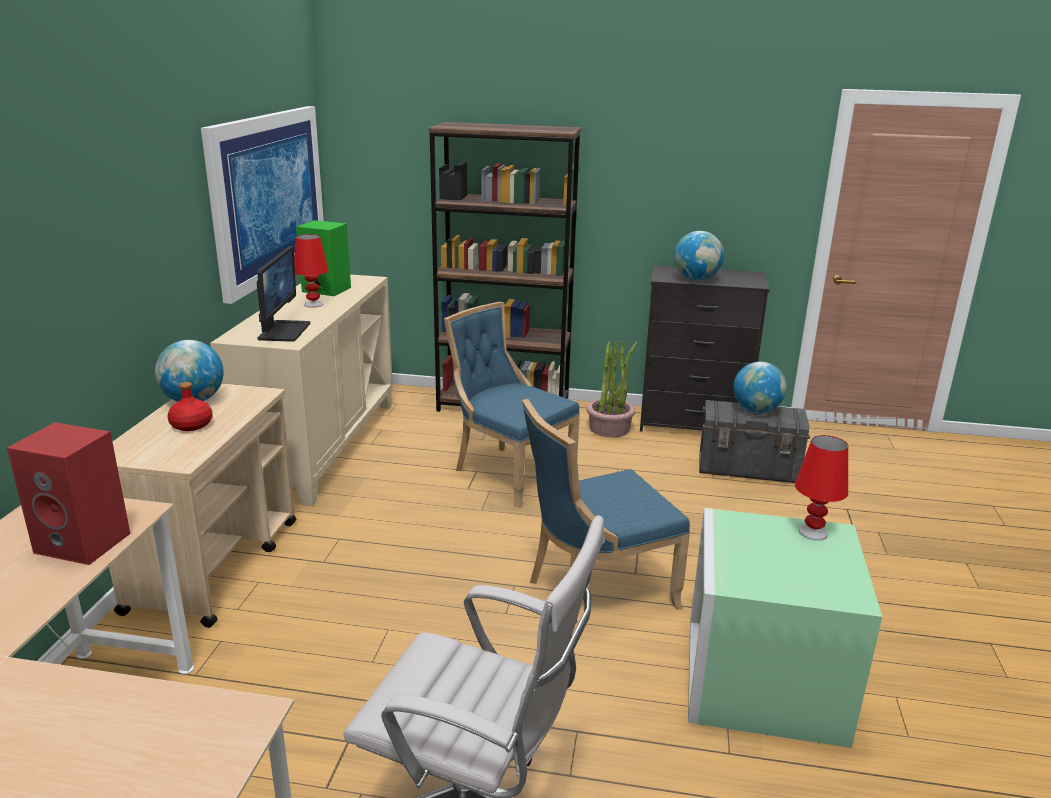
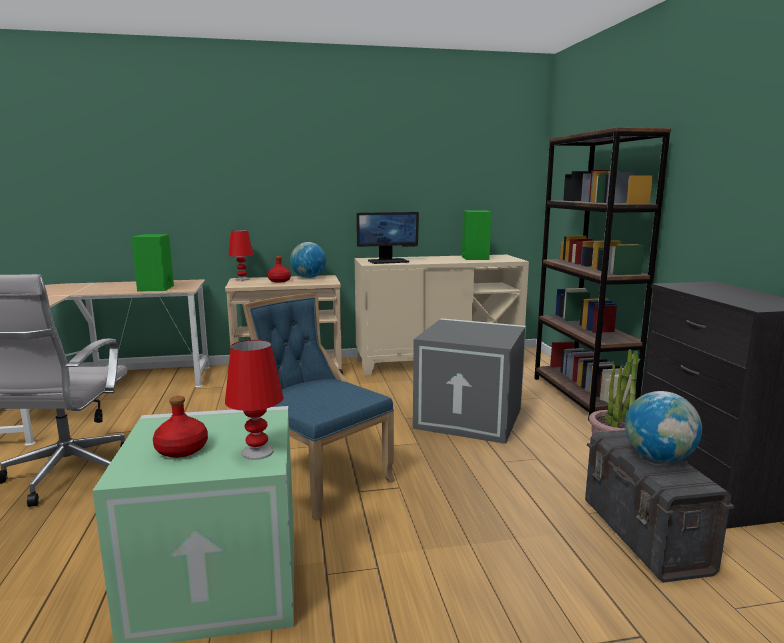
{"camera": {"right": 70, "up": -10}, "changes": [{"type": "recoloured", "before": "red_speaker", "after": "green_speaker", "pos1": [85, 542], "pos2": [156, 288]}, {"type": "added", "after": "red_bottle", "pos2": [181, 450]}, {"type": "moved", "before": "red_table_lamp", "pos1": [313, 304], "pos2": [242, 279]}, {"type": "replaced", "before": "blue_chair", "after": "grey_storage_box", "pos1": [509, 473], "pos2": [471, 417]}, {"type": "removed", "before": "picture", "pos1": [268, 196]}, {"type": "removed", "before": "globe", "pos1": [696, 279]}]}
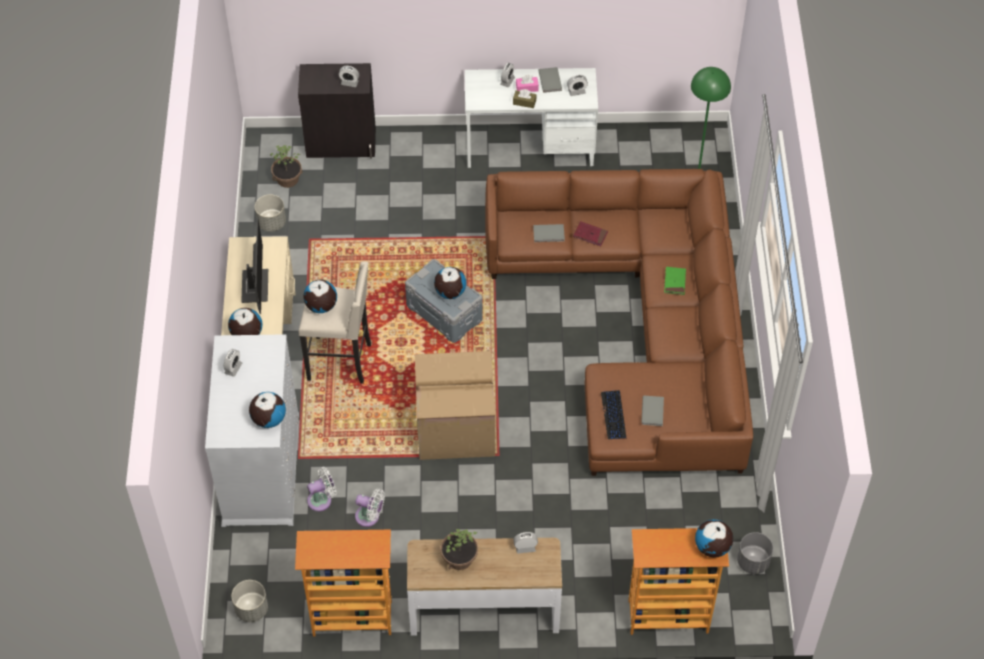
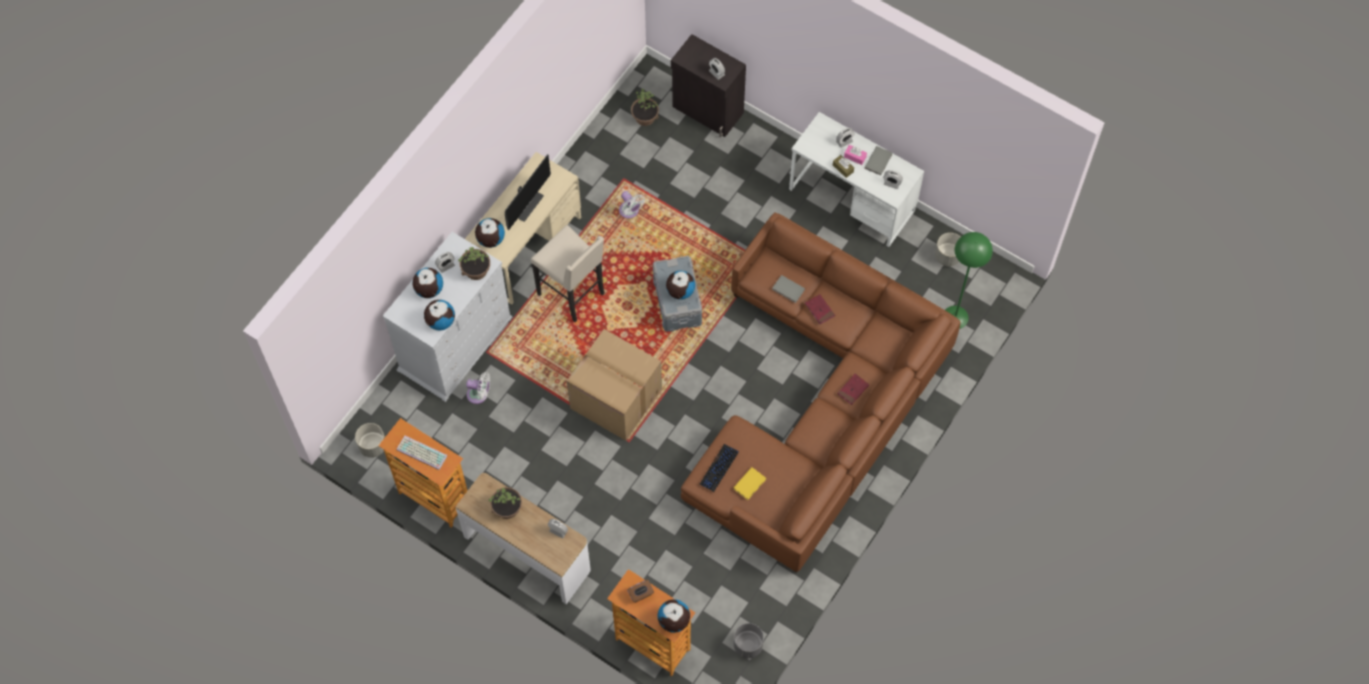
{"camera": {"right": 35, "up": 10}, "changes": [{"type": "added", "after": "keyboard", "pos2": [420, 453]}, {"type": "moved", "before": "globe", "pos1": [321, 306], "pos2": [429, 290]}, {"type": "added", "after": "potted_plant", "pos2": [476, 270]}, {"type": "moved", "before": "white_fan", "pos1": [369, 517], "pos2": [630, 212]}, {"type": "added", "after": "brown_tissue_box", "pos2": [641, 594]}, {"type": "recoloured", "before": "grey_book", "after": "yellow_book", "pos1": [653, 411], "pos2": [750, 484]}, {"type": "recoloured", "before": "green_book", "after": "red_book", "pos1": [674, 282], "pos2": [853, 390]}, {"type": "moved", "before": "grey_planter", "pos1": [271, 223], "pos2": [947, 256]}]}
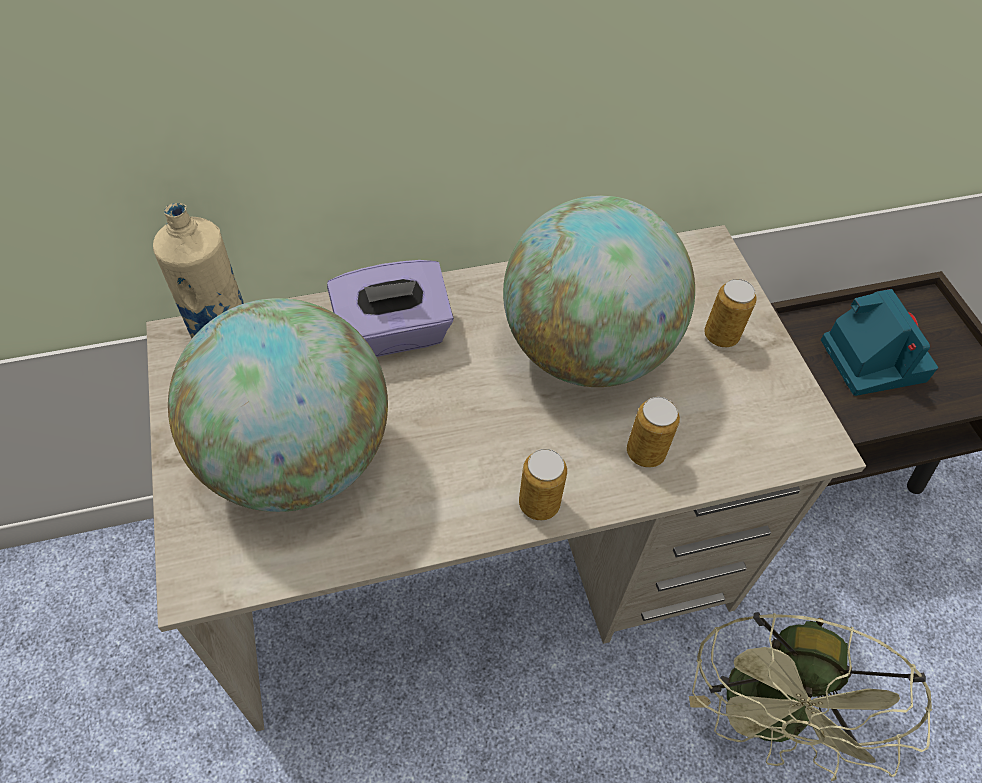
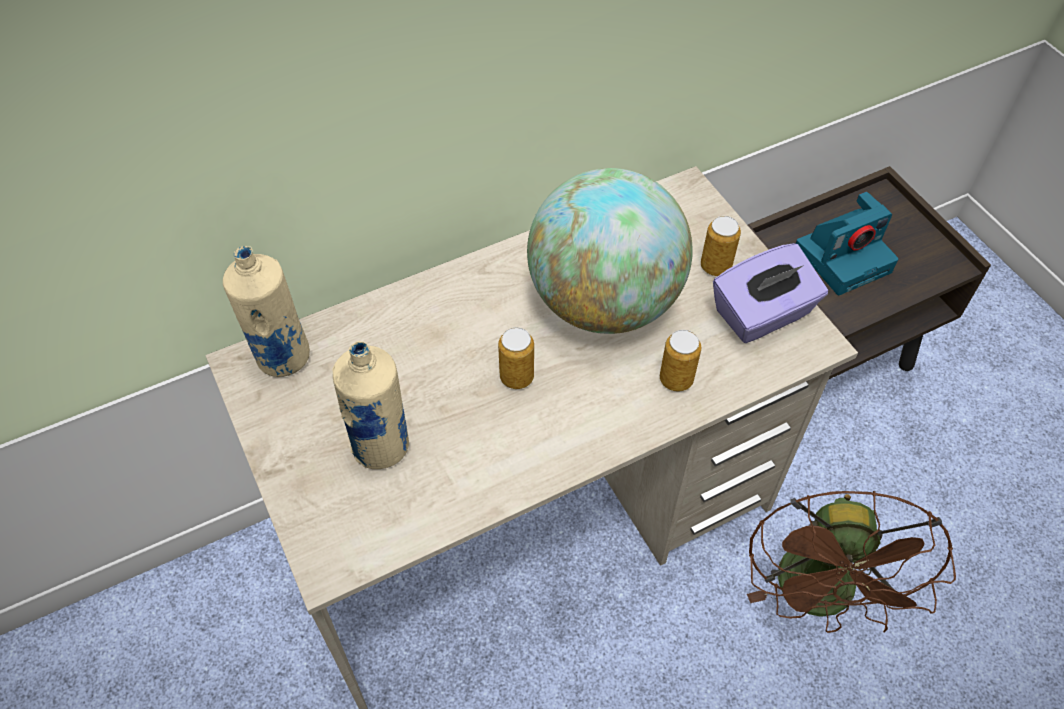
{"camera": {"right": -10, "up": 0}, "changes": [{"type": "replaced", "before": "globe", "after": "beige_bottle", "pos1": [297, 459], "pos2": [381, 447]}, {"type": "moved", "before": "can", "pos1": [539, 504], "pos2": [516, 377]}, {"type": "moved", "before": "purple_tissue_box", "pos1": [393, 334], "pos2": [762, 314]}, {"type": "recoloured", "before": "green_fan", "after": "brown_fan", "pos1": [768, 720], "pos2": [820, 599]}, {"type": "turned", "before": "photo_camera", "pos1": [870, 358], "pos2": [844, 257], "turn": 90}]}
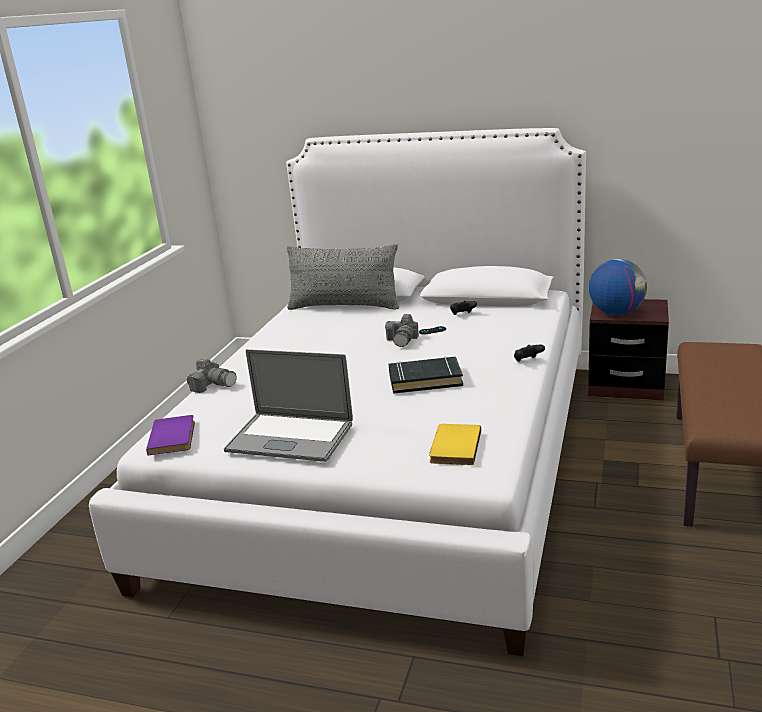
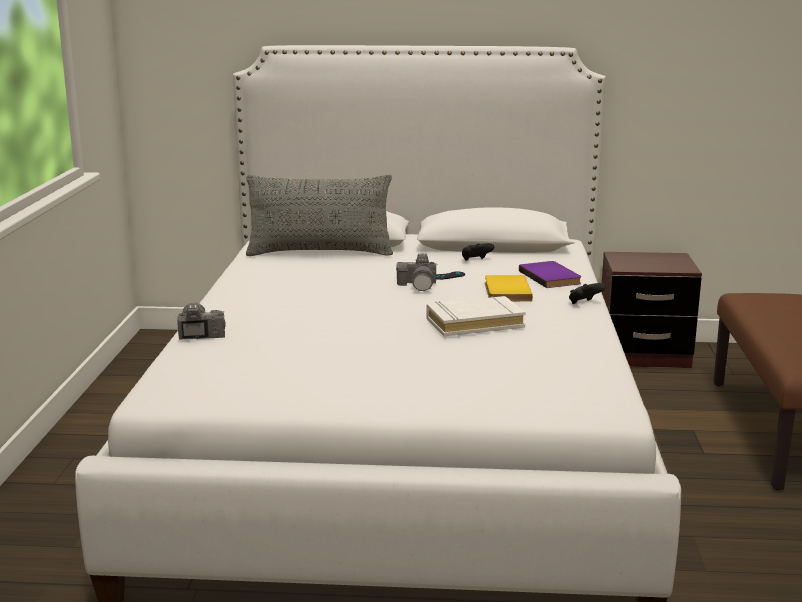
{"camera": {"right": -15, "up": -5}, "changes": [{"type": "turned", "before": "photo_camera", "pos1": [213, 385], "pos2": [198, 332], "turn": -120}, {"type": "recoloured", "before": "black_book", "after": "white_book", "pos1": [425, 380], "pos2": [474, 323]}, {"type": "moved", "before": "yellow_book", "pos1": [453, 447], "pos2": [505, 291]}, {"type": "moved", "before": "purple_book", "pos1": [174, 437], "pos2": [551, 277]}, {"type": "removed", "before": "laptop", "pos1": [290, 437]}, {"type": "removed", "before": "globe", "pos1": [616, 313]}]}
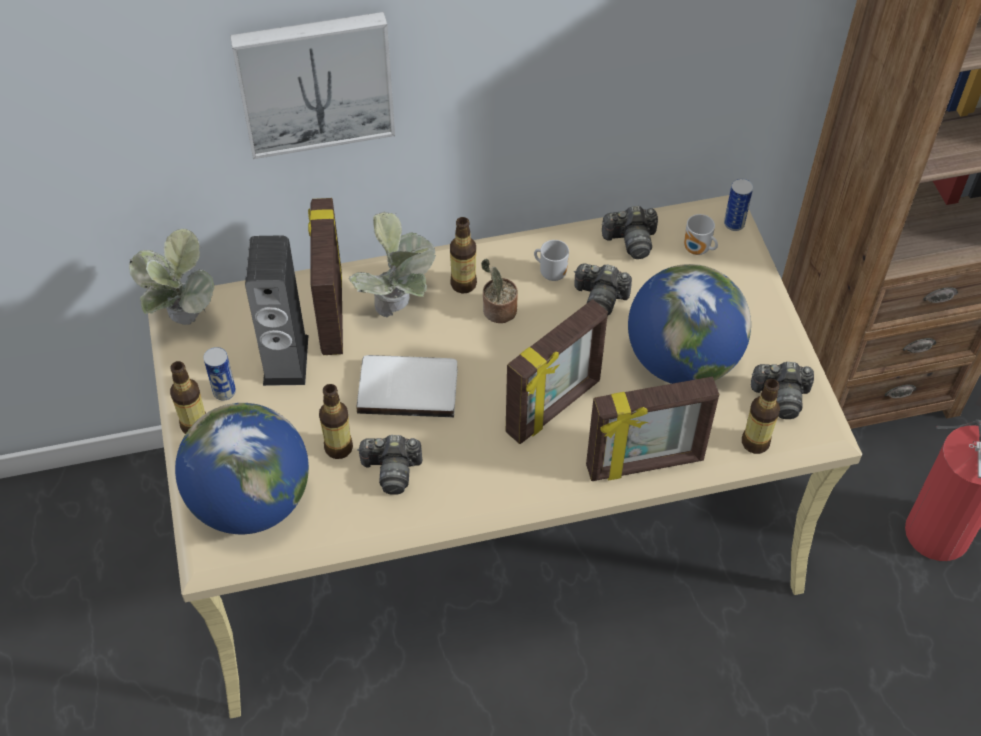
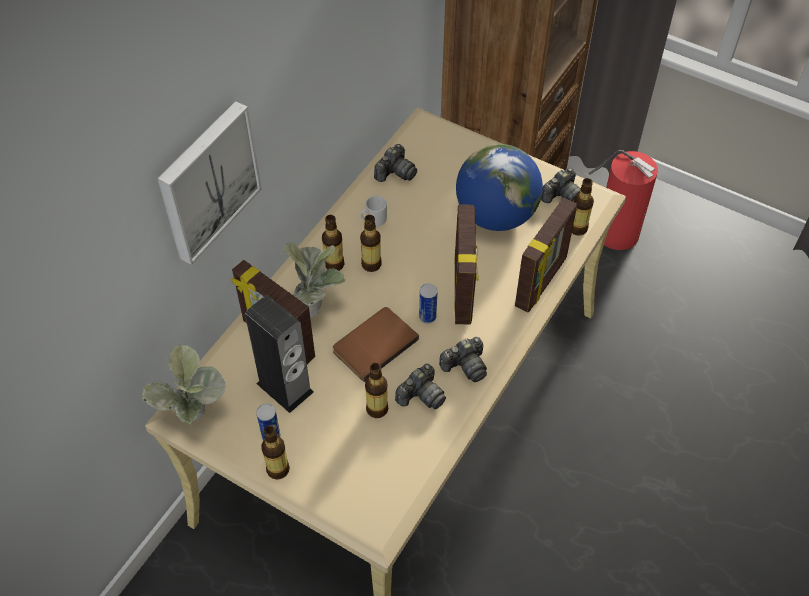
{"camera": {"right": -45, "up": 0}, "changes": [{"type": "recoloured", "before": "white_book", "after": "brown_book", "pos1": [408, 386], "pos2": [373, 344]}, {"type": "replaced", "before": "potted_plant", "after": "bottle", "pos1": [497, 311], "pos2": [371, 264]}, {"type": "moved", "before": "can", "pos1": [734, 224], "pos2": [427, 317]}, {"type": "moved", "before": "photo_camera", "pos1": [600, 298], "pos2": [465, 366]}, {"type": "removed", "before": "globe", "pos1": [251, 501]}, {"type": "removed", "before": "mug", "pos1": [697, 251]}]}
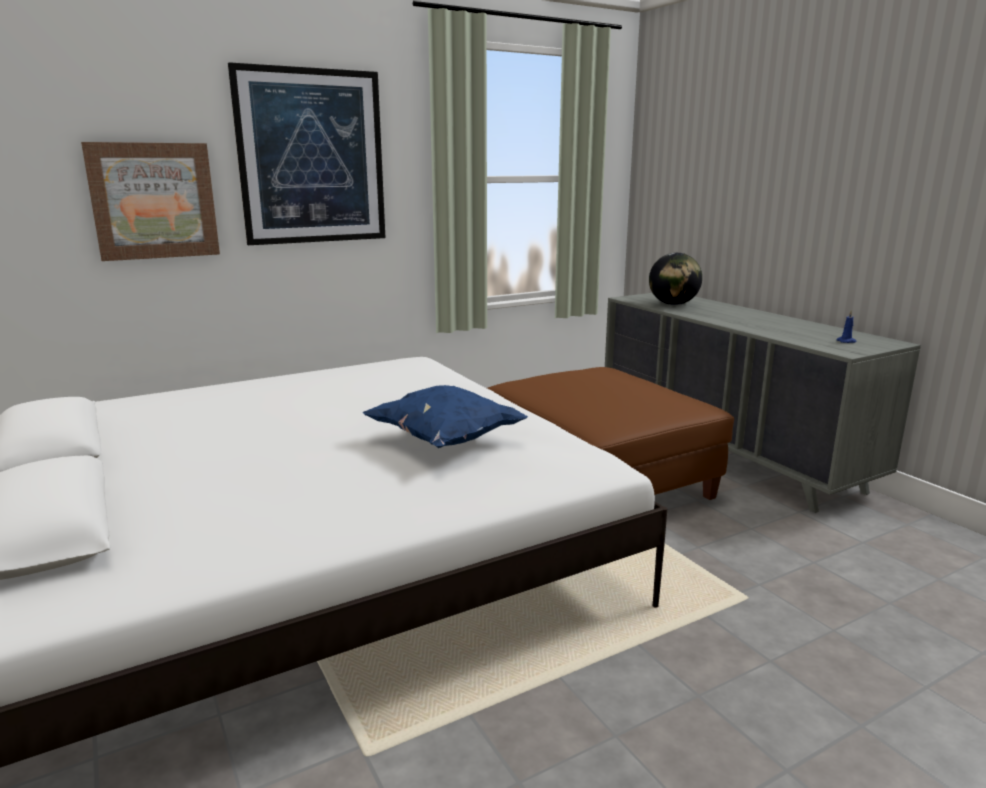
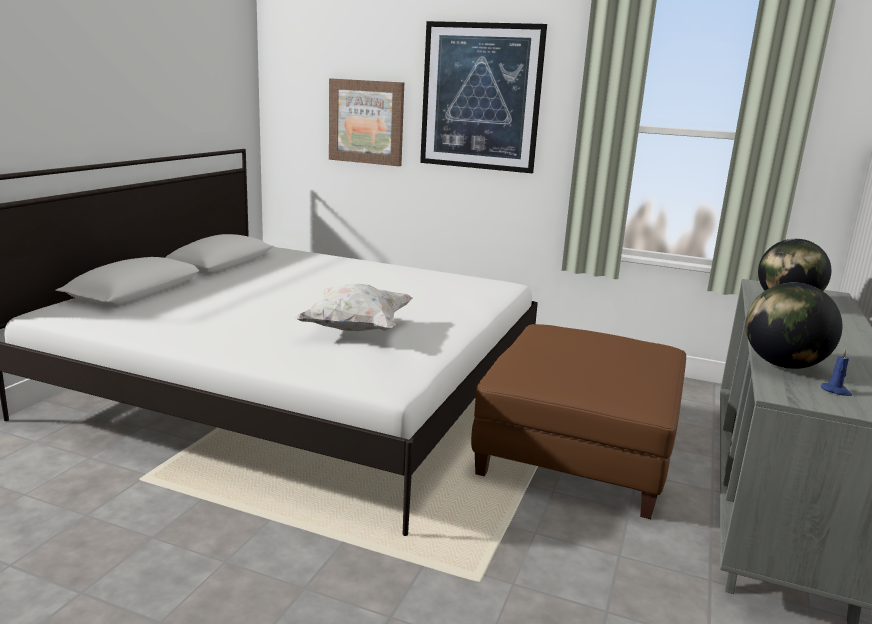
{"camera": {"right": 50, "up": 0}, "changes": [{"type": "recoloured", "before": "blue_pillow", "after": "white_pillow", "pos1": [446, 441], "pos2": [356, 329]}, {"type": "added", "after": "globe", "pos2": [783, 365]}]}
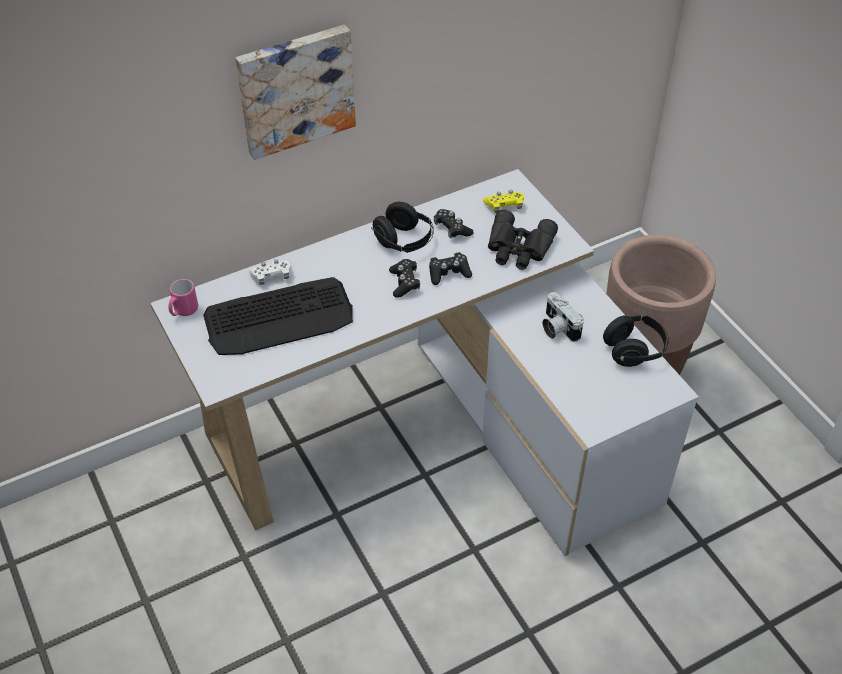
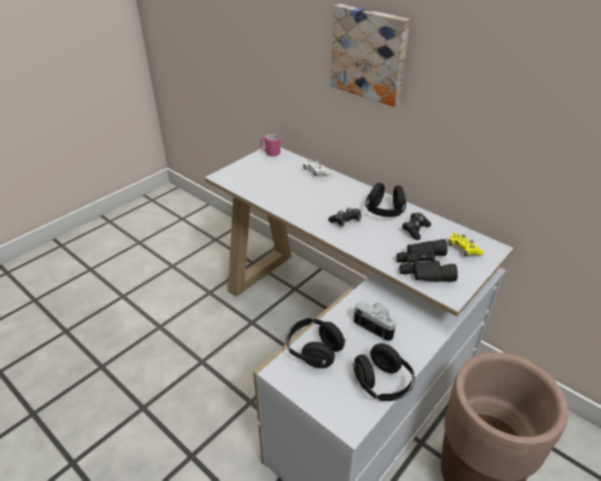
{"camera": {"right": 70, "up": -10}, "changes": [{"type": "added", "after": "black_headphones", "pos2": [313, 351]}, {"type": "turned", "before": "photo_camera", "pos1": [557, 328], "pos2": [376, 326], "turn": 90}, {"type": "removed", "before": "keyboard", "pos1": [280, 318]}, {"type": "removed", "before": "black_game_controller", "pos1": [448, 273]}]}
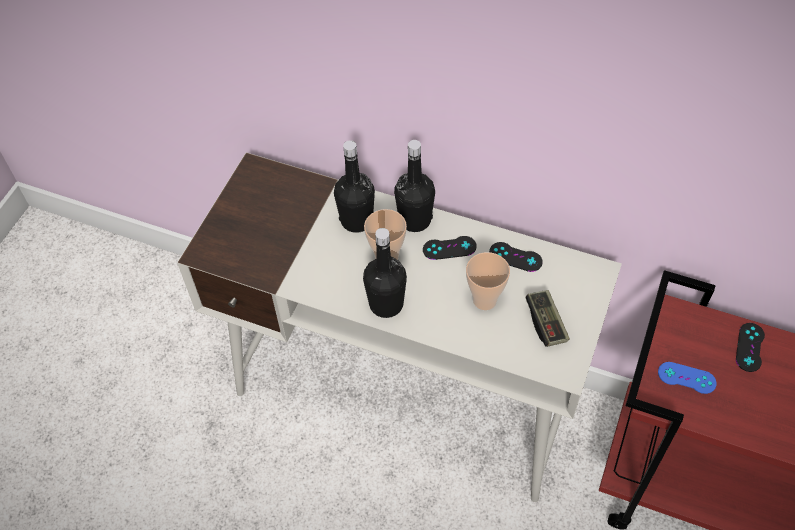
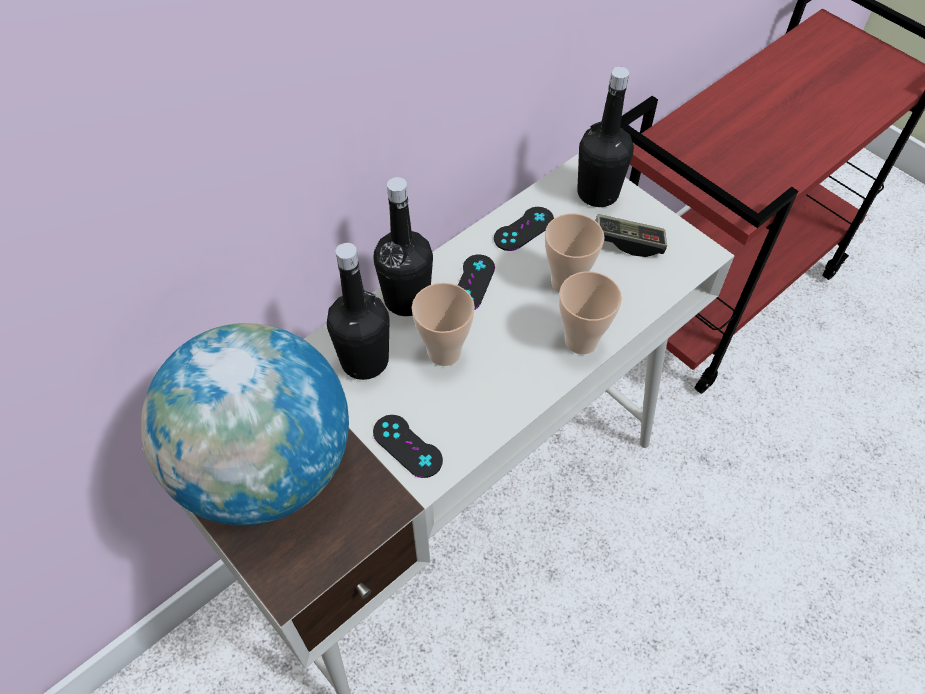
{"camera": {"right": -65, "up": 0}, "changes": [{"type": "added", "after": "globe", "pos2": [266, 468]}, {"type": "moved", "before": "black_game_controller", "pos1": [750, 347], "pos2": [407, 446]}, {"type": "added", "after": "cup", "pos2": [581, 340]}, {"type": "moved", "before": "black_bottle", "pos1": [386, 304], "pos2": [598, 193]}, {"type": "removed", "before": "blue_game_controller", "pos1": [686, 378]}]}
